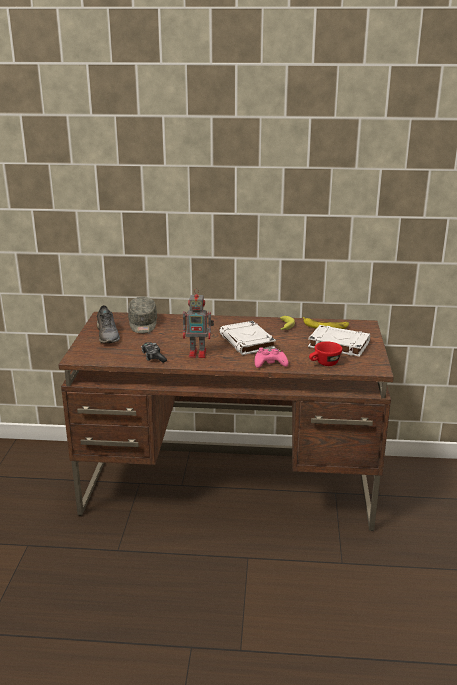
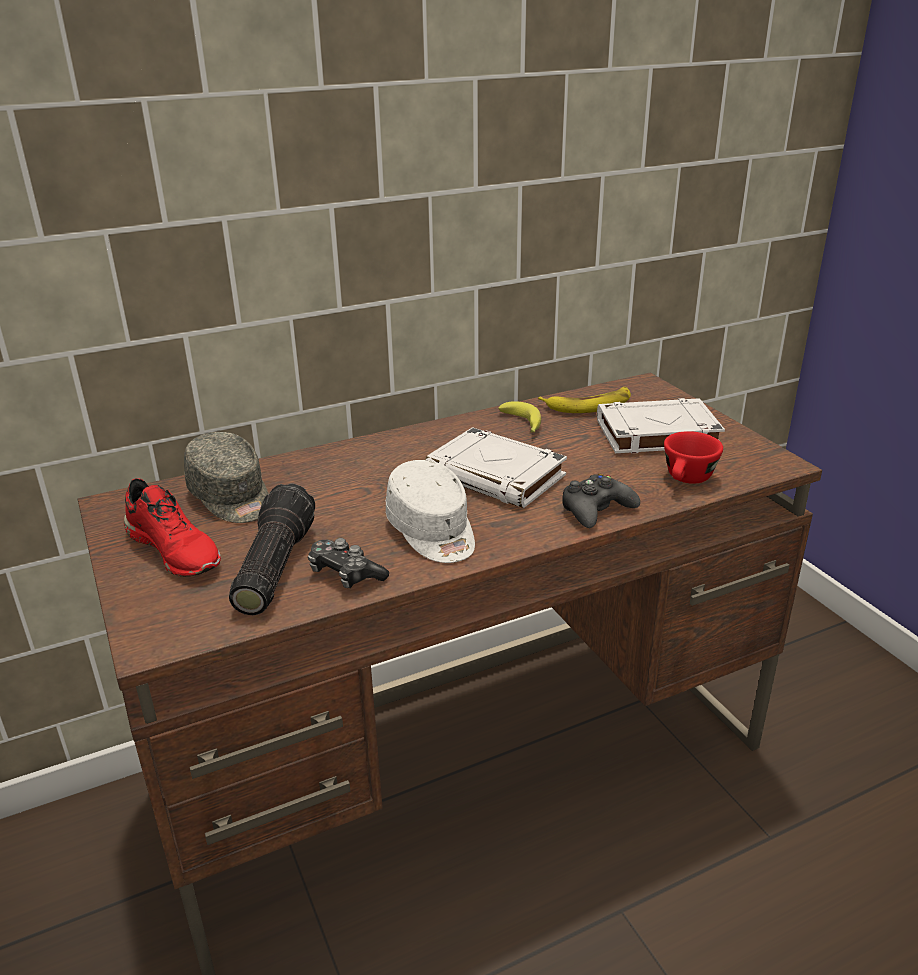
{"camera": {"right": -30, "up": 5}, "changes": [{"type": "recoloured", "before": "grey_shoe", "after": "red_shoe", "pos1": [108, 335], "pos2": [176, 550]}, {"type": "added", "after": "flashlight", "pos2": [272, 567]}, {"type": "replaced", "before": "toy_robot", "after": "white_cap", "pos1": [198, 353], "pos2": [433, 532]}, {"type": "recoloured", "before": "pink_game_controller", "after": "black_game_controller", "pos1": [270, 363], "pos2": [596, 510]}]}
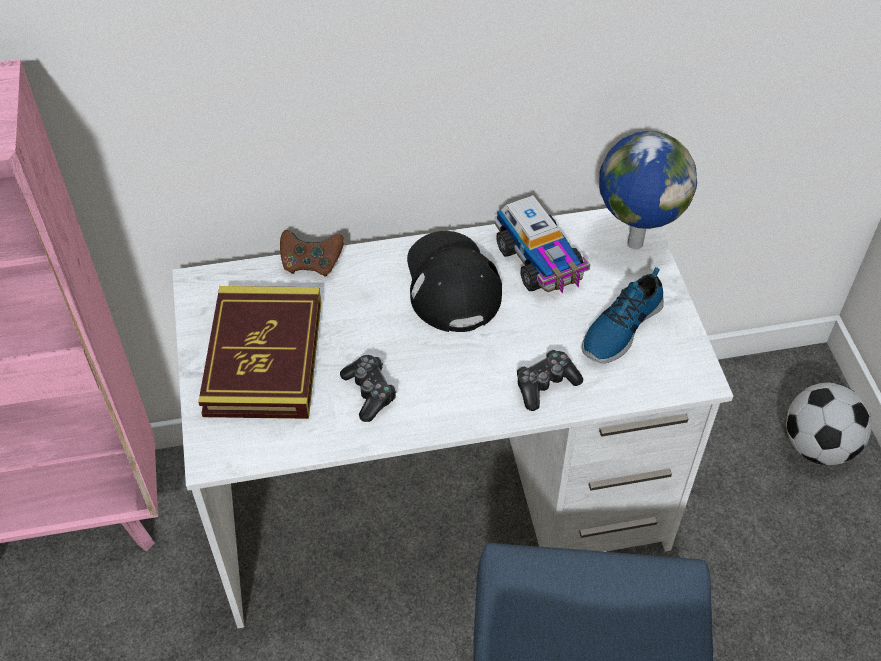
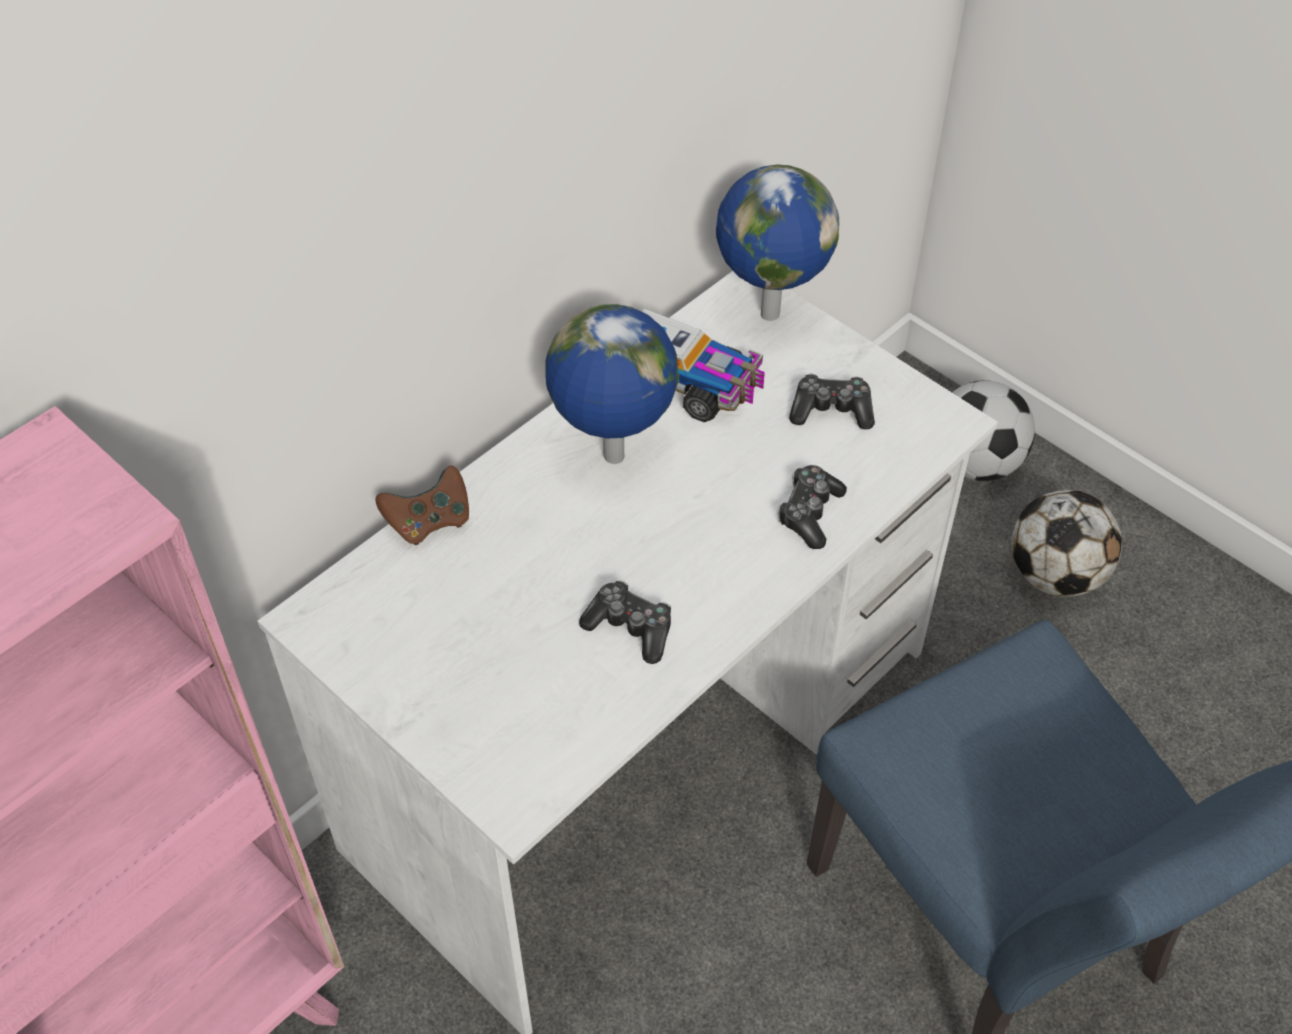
{"camera": {"right": -35, "up": 0}, "changes": [{"type": "replaced", "before": "black_cap", "after": "globe", "pos1": [451, 283], "pos2": [613, 458]}, {"type": "replaced", "before": "shoe", "after": "game_controller", "pos1": [620, 327], "pos2": [831, 410]}, {"type": "added", "after": "football", "pos2": [1055, 575]}, {"type": "removed", "before": "book", "pos1": [264, 357]}]}
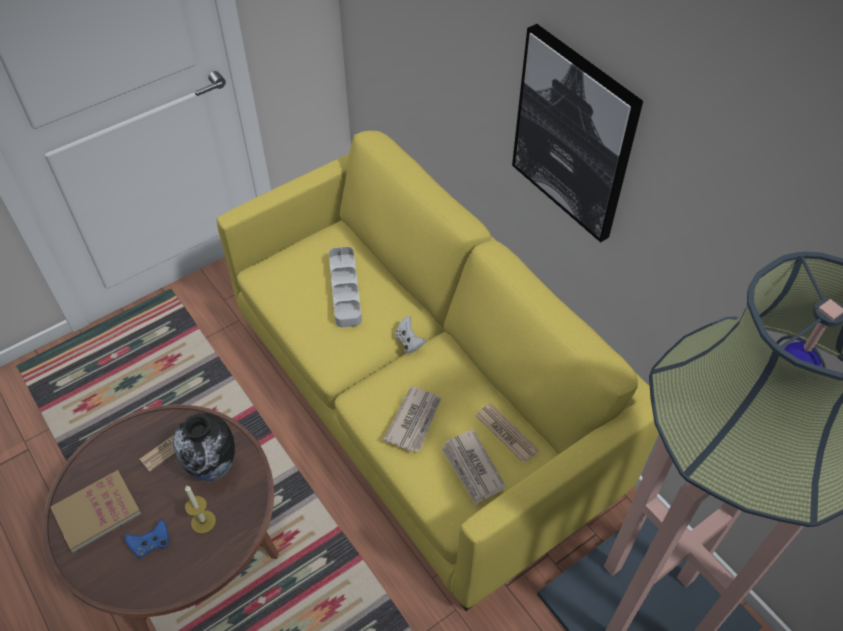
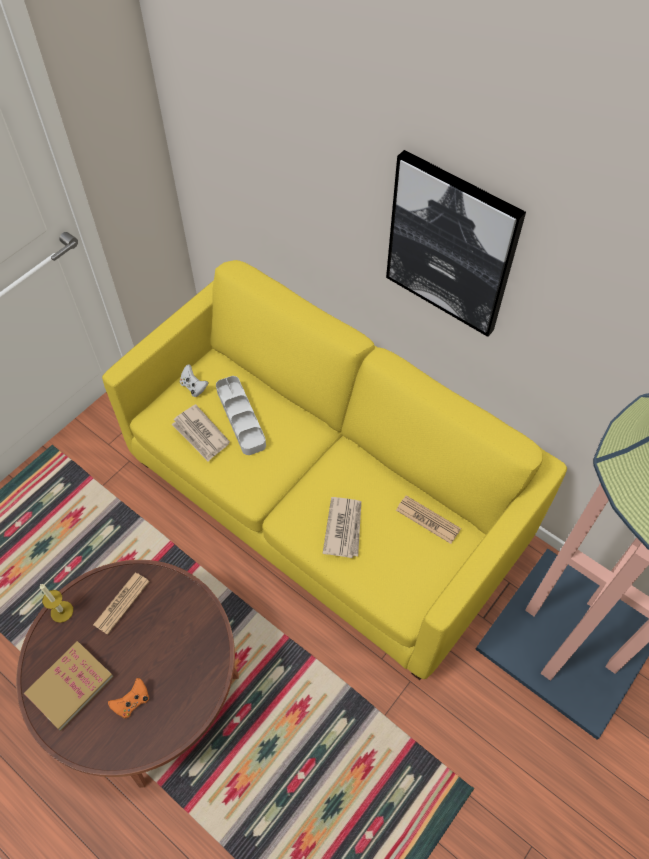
{"camera": {"right": -15, "up": 5}, "changes": [{"type": "moved", "before": "candle", "pos1": [203, 521], "pos2": [62, 611]}, {"type": "recoloured", "before": "blue_game_controller", "after": "orange_game_controller", "pos1": [151, 544], "pos2": [132, 702]}, {"type": "moved", "before": "newspaper", "pos1": [472, 468], "pos2": [200, 435]}, {"type": "moved", "before": "white_game_controller", "pos1": [409, 342], "pos2": [194, 387]}, {"type": "removed", "before": "vase", "pos1": [214, 468]}]}
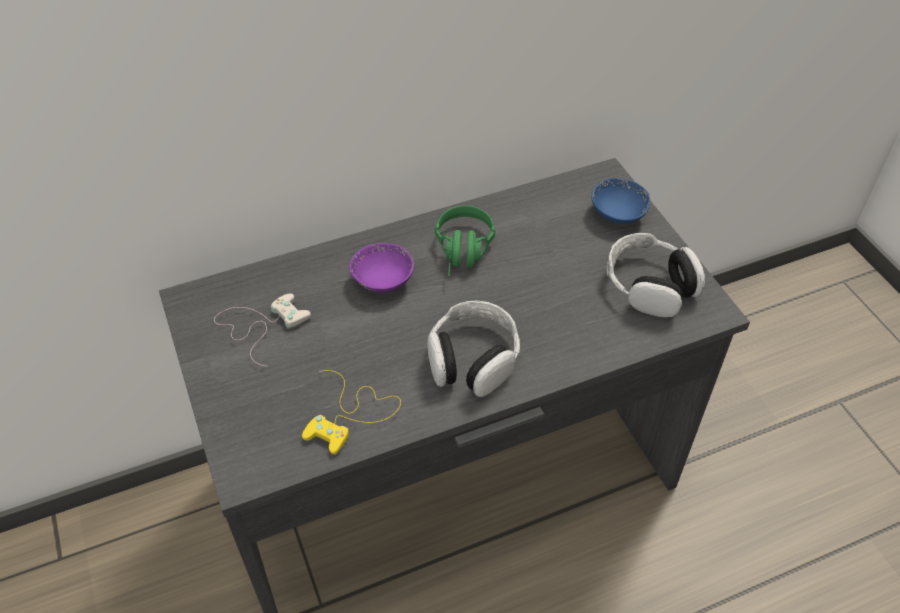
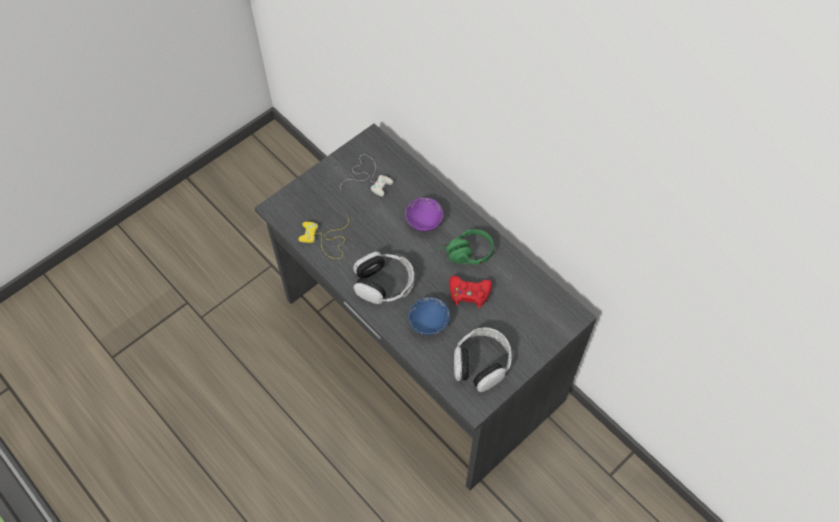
{"camera": {"right": 70, "up": 10}, "changes": [{"type": "moved", "before": "blue_bowl", "pos1": [618, 213], "pos2": [429, 322]}, {"type": "added", "after": "red_game_controller", "pos2": [469, 294]}]}
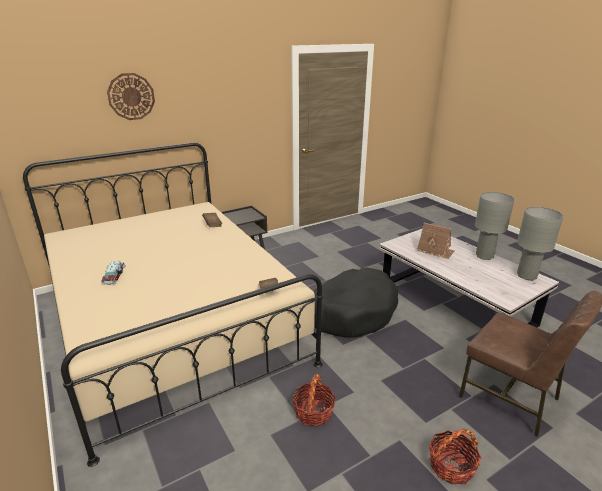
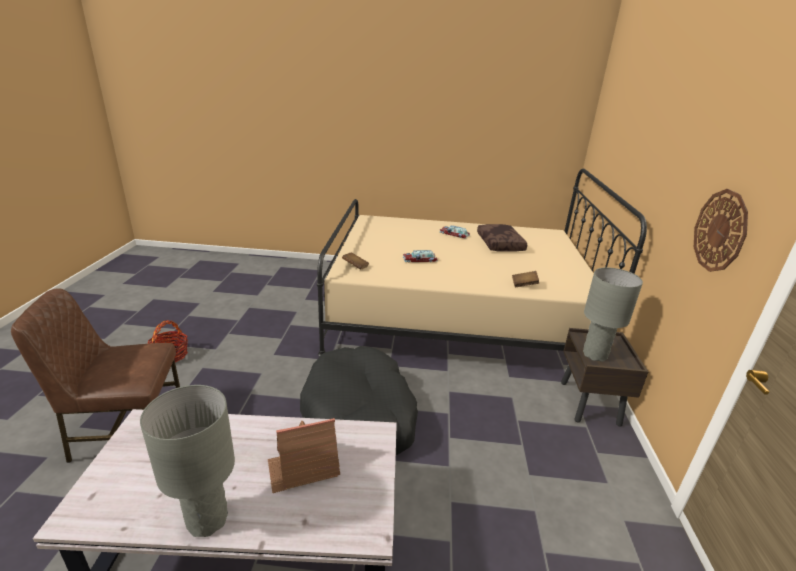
{"camera": {"right": 125, "up": 0}, "changes": [{"type": "added", "after": "toy_car", "pos2": [420, 260]}, {"type": "added", "after": "brown_pillow", "pos2": [501, 244]}, {"type": "moved", "before": "grey_table_lamp", "pos1": [526, 275], "pos2": [595, 355]}, {"type": "moved", "before": "wall_clock", "pos1": [131, 96], "pos2": [720, 231]}, {"type": "removed", "before": "basket", "pos1": [313, 412]}]}
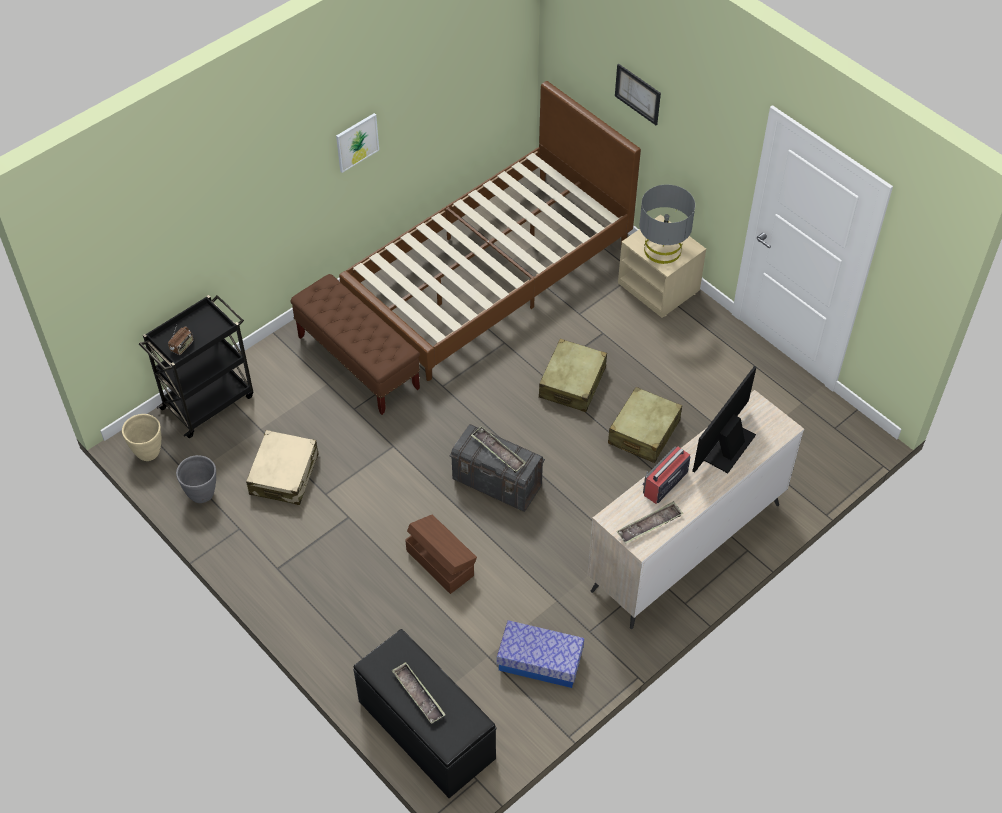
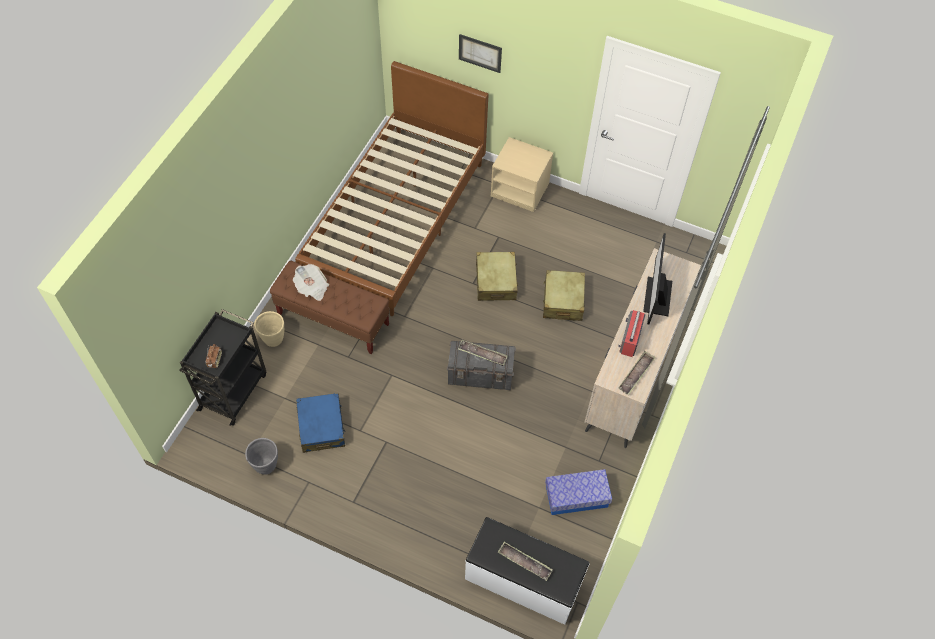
{"camera": {"right": -25, "up": 5}, "changes": [{"type": "moved", "before": "beige_planter", "pos1": [148, 452], "pos2": [273, 339]}, {"type": "added", "after": "newspaper", "pos2": [312, 288]}, {"type": "recoloured", "before": "beige_suitcase", "after": "blue_suitcase", "pos1": [284, 474], "pos2": [321, 427]}, {"type": "recoloured", "before": "black_bench", "after": "white_bench", "pos1": [425, 730], "pos2": [523, 581]}, {"type": "removed", "before": "picture", "pos1": [357, 142]}, {"type": "removed", "before": "brown_storage_box", "pos1": [440, 562]}, {"type": "removed", "before": "grey_table_lamp", "pos1": [662, 249]}]}
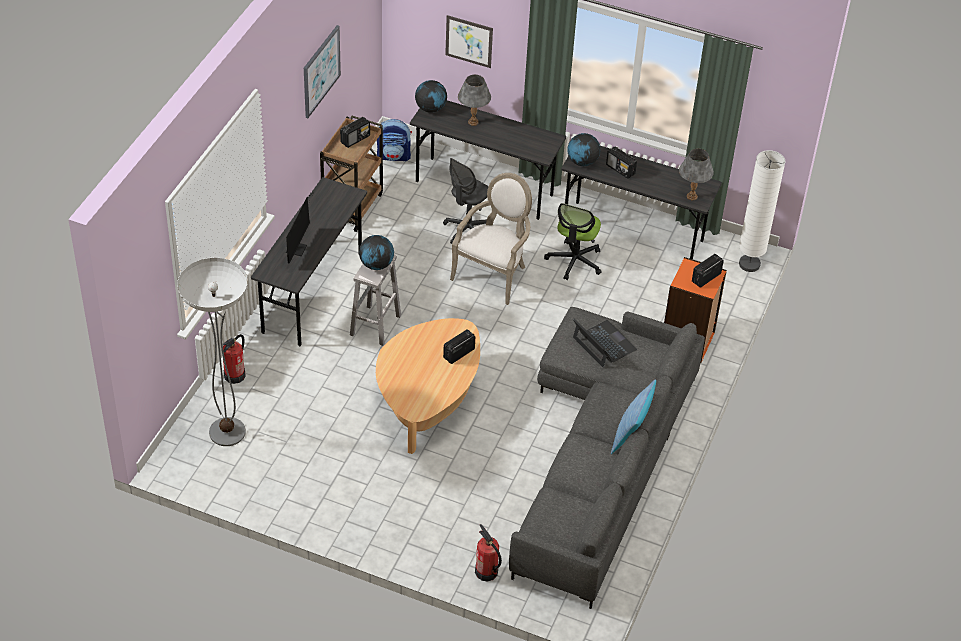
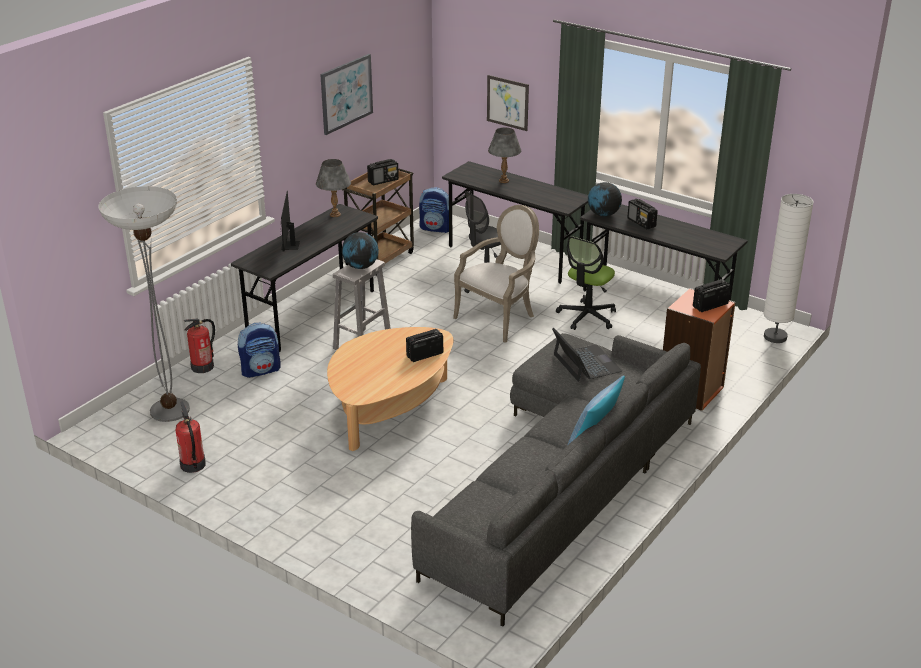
{"camera": {"right": 15, "up": -15}, "changes": [{"type": "moved", "before": "fire_extinguisher", "pos1": [486, 572], "pos2": [193, 465]}, {"type": "added", "after": "backpack", "pos2": [261, 370]}, {"type": "turned", "before": "monitor", "pos1": [298, 247], "pos2": [289, 247], "turn": 150}, {"type": "moved", "before": "grey_table_lamp", "pos1": [692, 196], "pos2": [335, 214]}, {"type": "removed", "before": "globe", "pos1": [430, 108]}]}
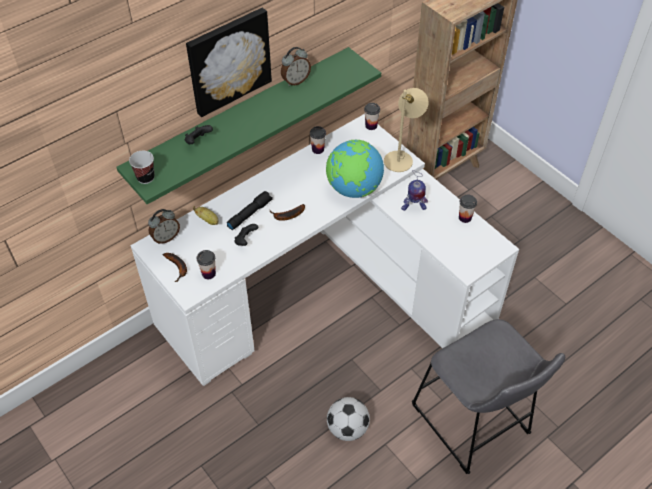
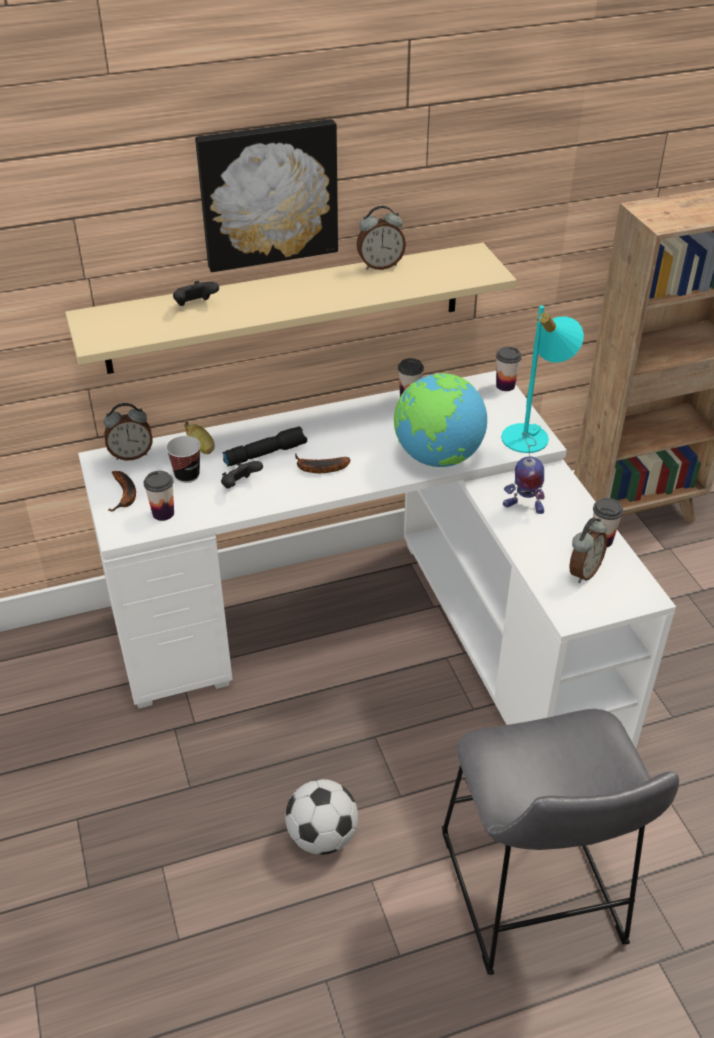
{"camera": {"right": 20, "up": -10}, "changes": [{"type": "recoloured", "before": "green_shelf", "after": "beige_shelf", "pos1": [241, 121], "pos2": [285, 308]}, {"type": "moved", "before": "cup", "pos1": [145, 177], "pos2": [187, 475]}, {"type": "recoloured", "before": "beige_table_lamp", "after": "turquoise_table_lamp", "pos1": [402, 158], "pos2": [533, 435]}, {"type": "added", "after": "alarm_clock", "pos2": [583, 572]}]}
